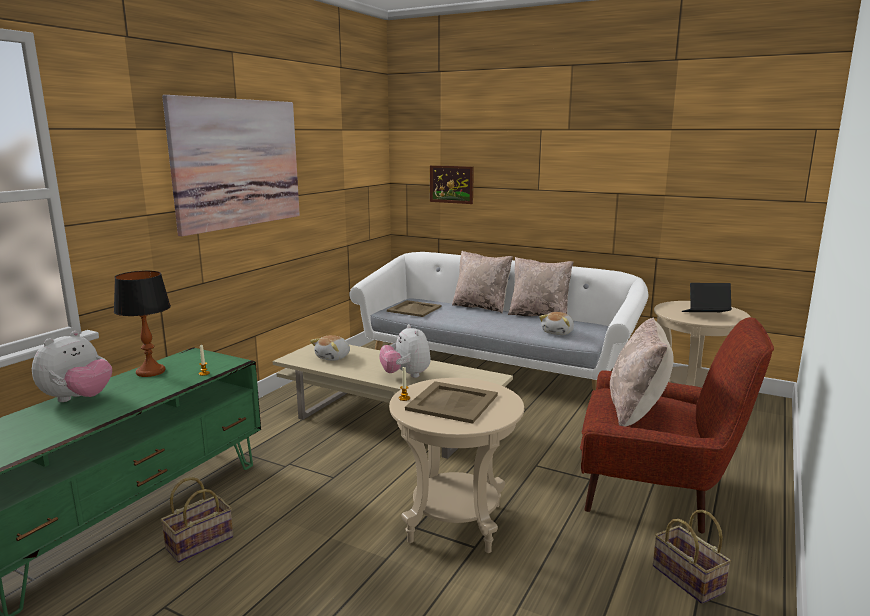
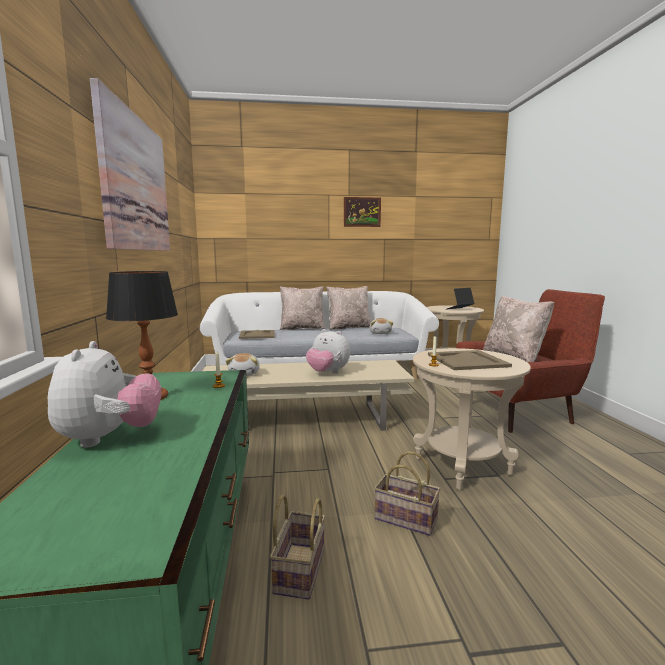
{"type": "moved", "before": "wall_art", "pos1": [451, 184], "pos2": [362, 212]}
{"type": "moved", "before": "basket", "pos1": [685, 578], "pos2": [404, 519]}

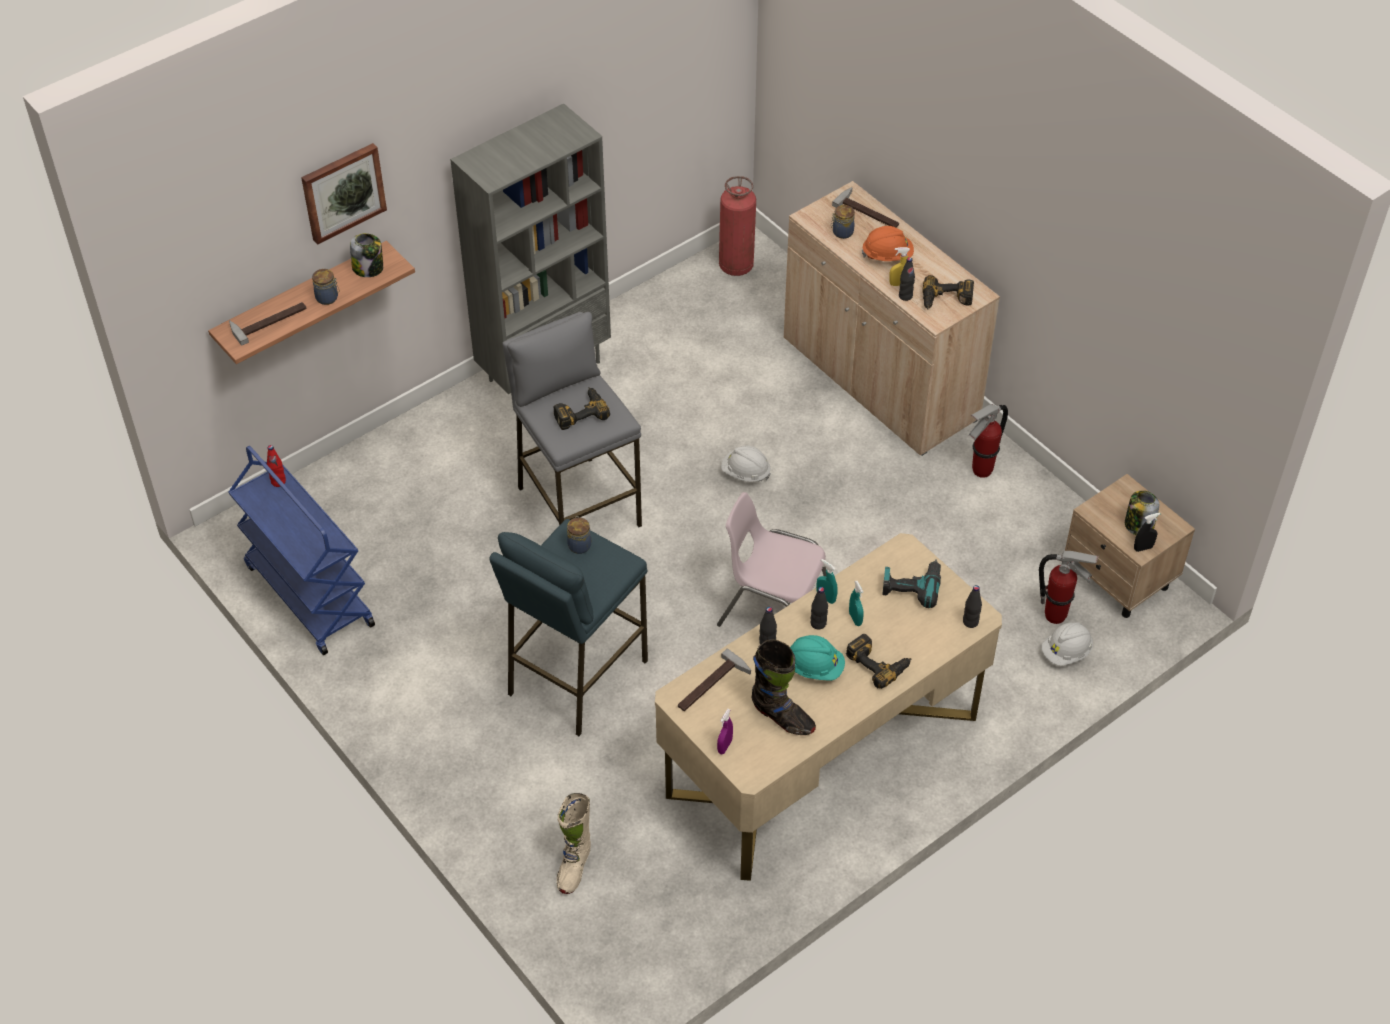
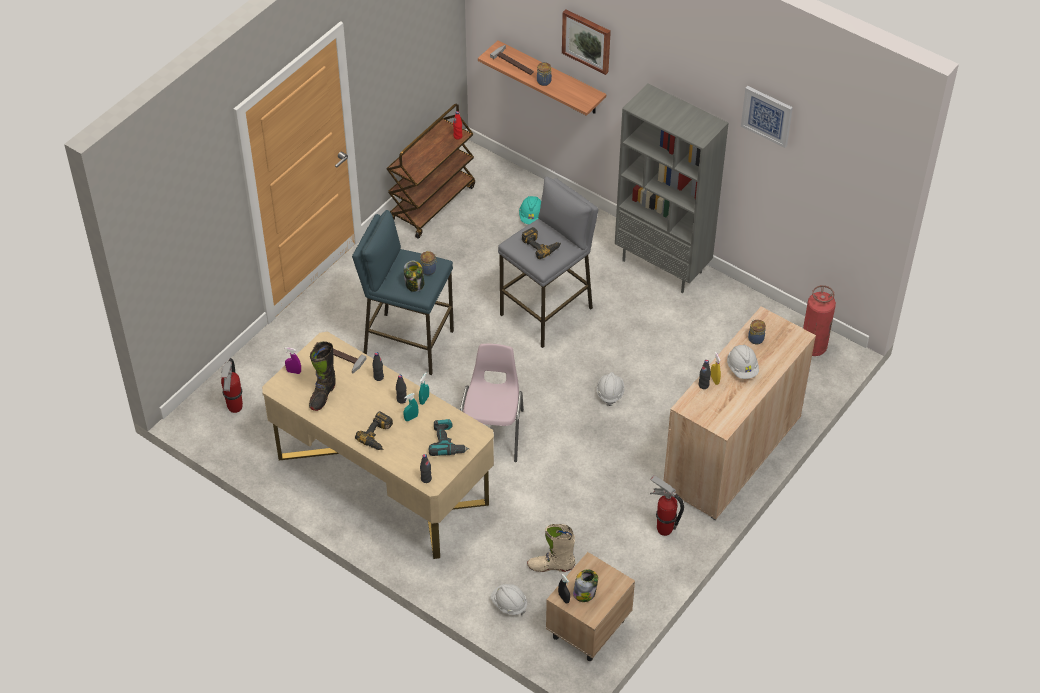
{"type": "recoloured", "before": "bluish_trolley", "after": "brown-coloured_trolley", "pos1": [308, 595], "pos2": [432, 203]}
{"type": "moved", "before": "storage_jar", "pos1": [368, 268], "pos2": [414, 284]}
{"type": "moved", "before": "sand-coloured_tall_boot", "pos1": [574, 866], "pos2": [551, 566]}
{"type": "moved", "before": "turquoise-coloured_hard_hat", "pos1": [814, 667], "pos2": [532, 217]}
{"type": "removed", "before": "hand_hammer", "pos1": [869, 211]}
{"type": "recoloured", "before": "orangey_hard_hat", "after": "white_hard_hat", "pos1": [887, 255], "pos2": [742, 368]}
{"type": "removed", "before": "electric_drill", "pos1": [946, 300]}
{"type": "moved", "before": "fire_extinguisher", "pos1": [1056, 616], "pos2": [235, 408]}
{"type": "added", "after": "wall_art", "pos2": [767, 115]}

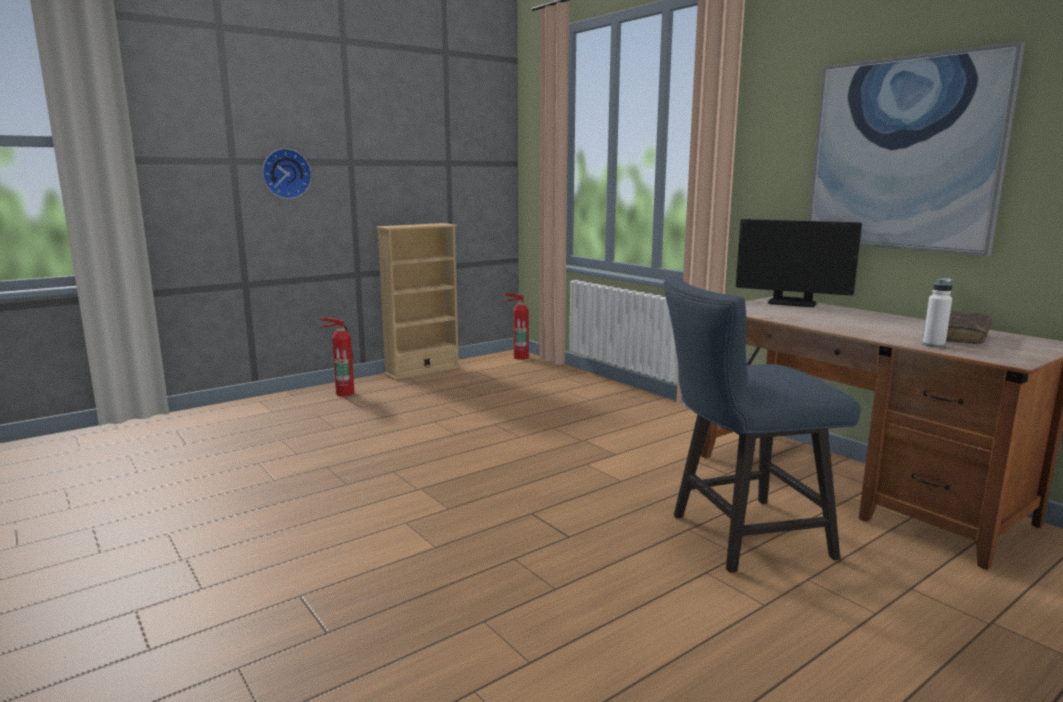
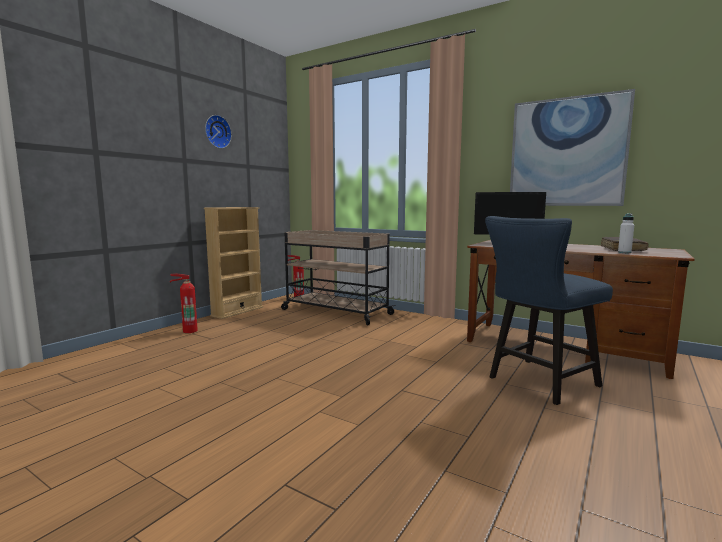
{"type": "moved", "before": "clock_on_the_wall", "pos1": [286, 173], "pos2": [216, 132]}
{"type": "added", "after": "sand-coloured_trolley", "pos2": [335, 312]}

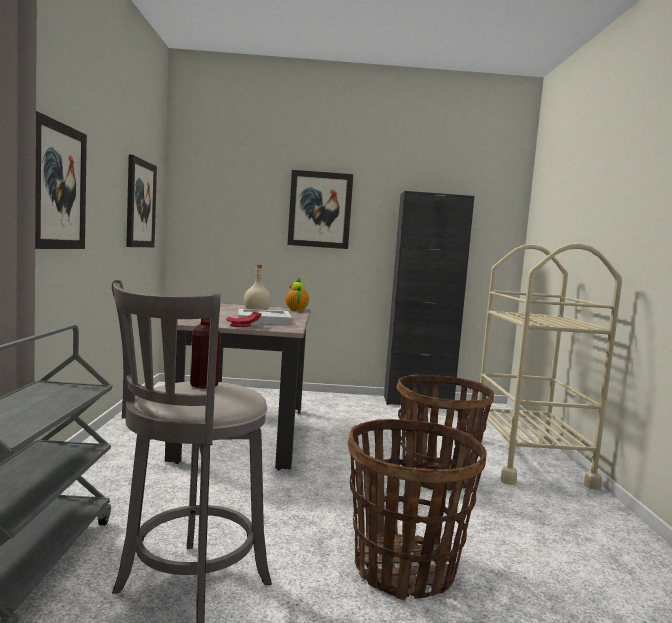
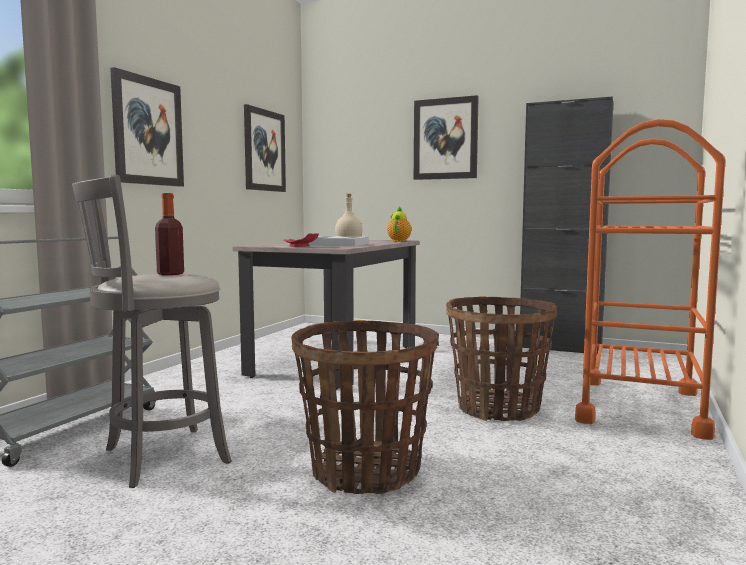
{"type": "recoloured", "before": "sand-coloured_trolley", "after": "orangey_trolley", "pos1": [529, 461], "pos2": [640, 406]}

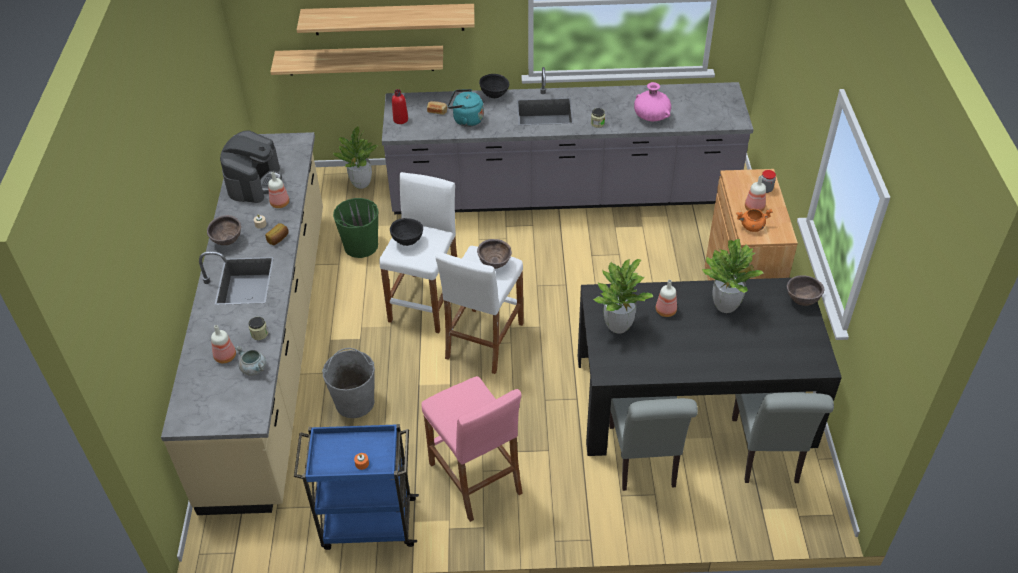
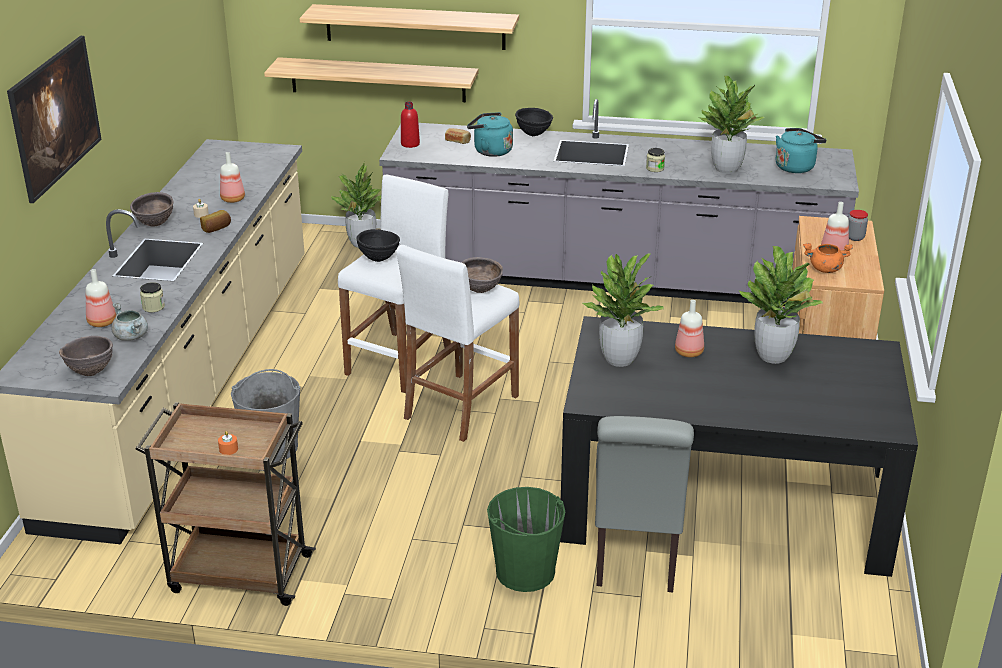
{"type": "removed", "before": "coffee_machine", "pos1": [254, 182]}
{"type": "recoloured", "before": "bluish_trolley", "after": "brown-coloured_trolley", "pos1": [367, 524], "pos2": [238, 573]}
{"type": "moved", "before": "green_bucket", "pos1": [361, 246], "pos2": [525, 572]}
{"type": "removed", "before": "pink-coloured_stool_seat", "pos1": [475, 478]}
{"type": "replaced", "before": "pink-coloured_decorative_vase", "after": "potted_plant", "pos1": [651, 116], "pos2": [727, 169]}
{"type": "removed", "before": "gray_plain_chair", "pos1": [766, 455]}
{"type": "moved", "before": "brown-coloured_serving_bowl", "pos1": [801, 301], "pos2": [91, 372]}
{"type": "added", "after": "wall_art", "pos2": [60, 143]}
{"type": "added", "after": "turquoise-coloured_water_kettle", "pos2": [796, 167]}

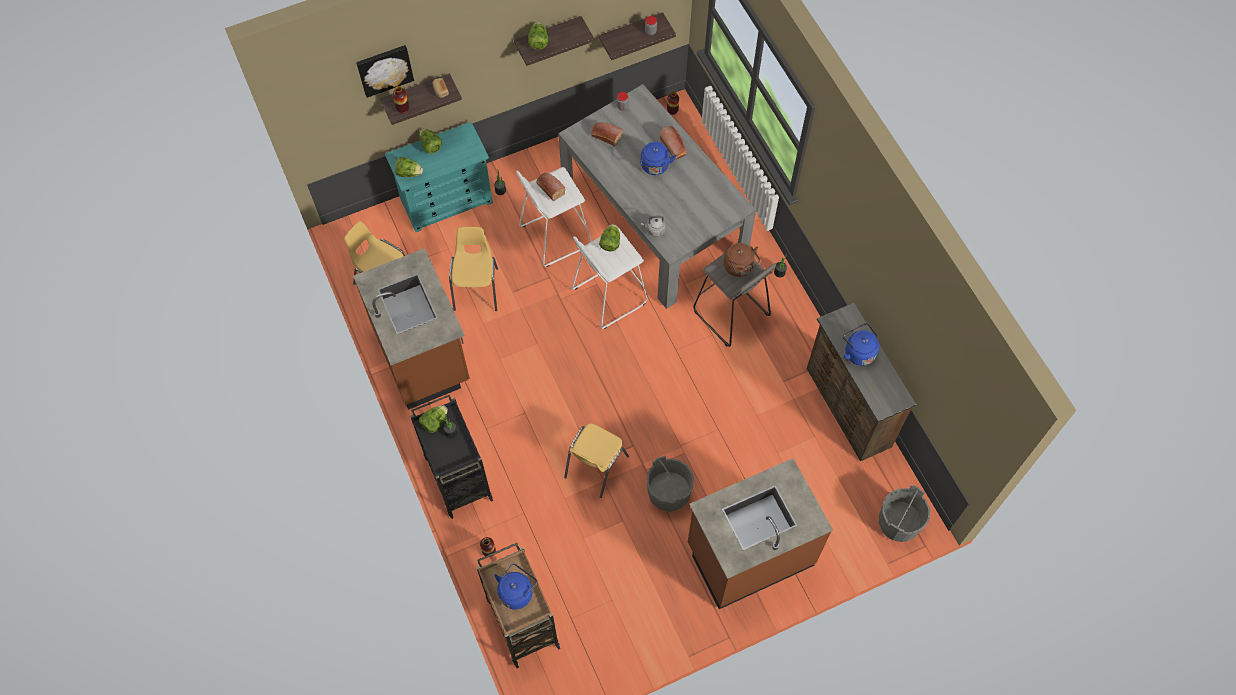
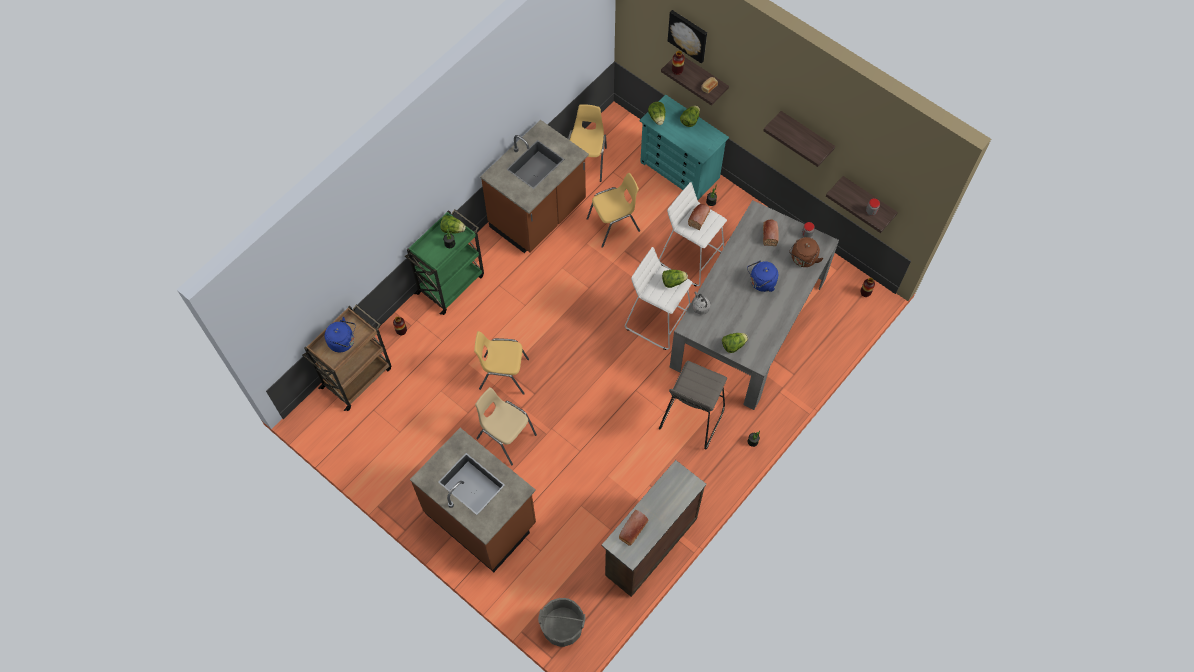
{"type": "recoloured", "before": "black-coloured_trolley", "after": "green_trolley", "pos1": [457, 476], "pos2": [451, 283]}
{"type": "moved", "before": "lettuce_head", "pos1": [538, 42], "pos2": [733, 345]}
{"type": "replaced", "before": "gray_bucket", "after": "sand-coloured_plain_chair", "pos1": [668, 493], "pos2": [505, 436]}
{"type": "moved", "before": "bread", "pos1": [673, 147], "pos2": [632, 531]}
{"type": "moved", "before": "brown-coloured_water_kettle", "pos1": [739, 267], "pos2": [803, 259]}
{"type": "removed", "before": "bluish_water_kettle", "pos1": [858, 352]}

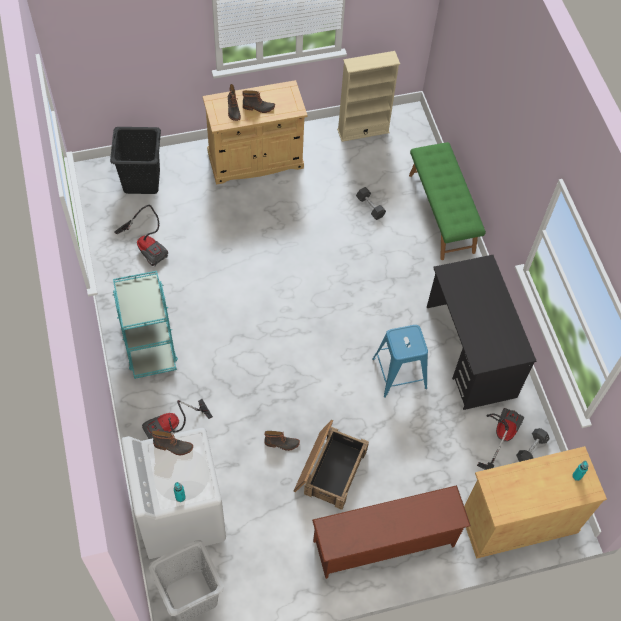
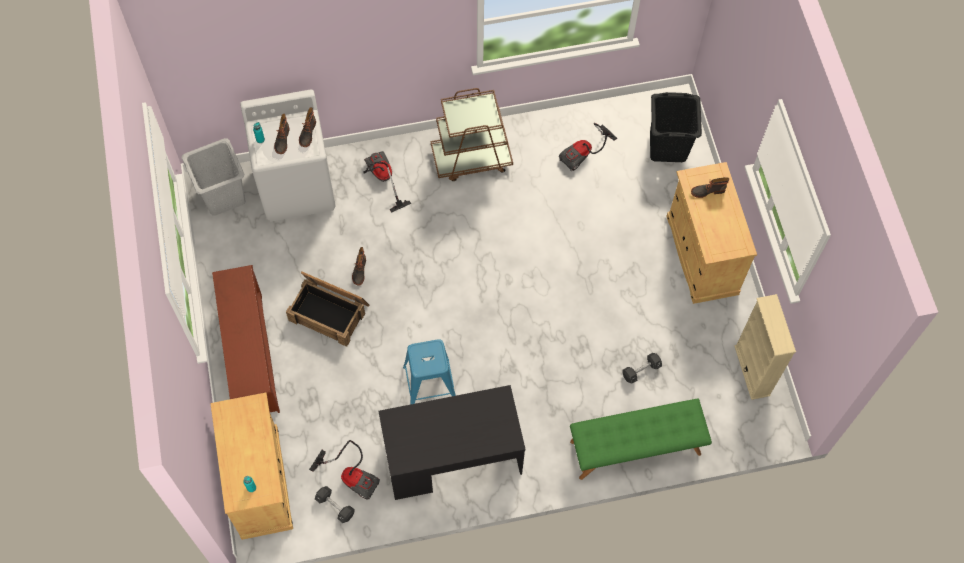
{"type": "recoloured", "before": "turquoise-coloured_trolley", "after": "brown-coloured_trolley", "pos1": [149, 344], "pos2": [472, 158]}
{"type": "moved", "before": "tall_boot", "pos1": [258, 108], "pos2": [282, 140]}

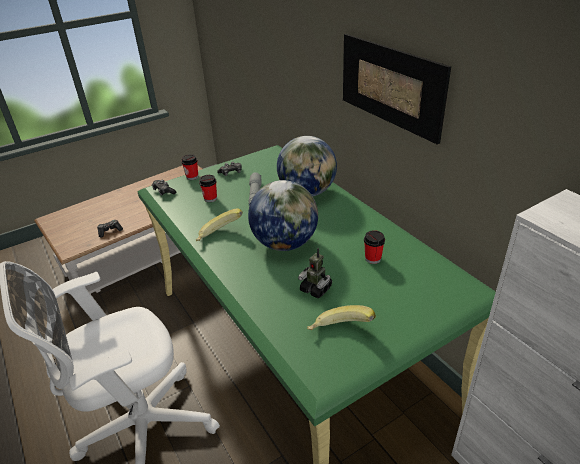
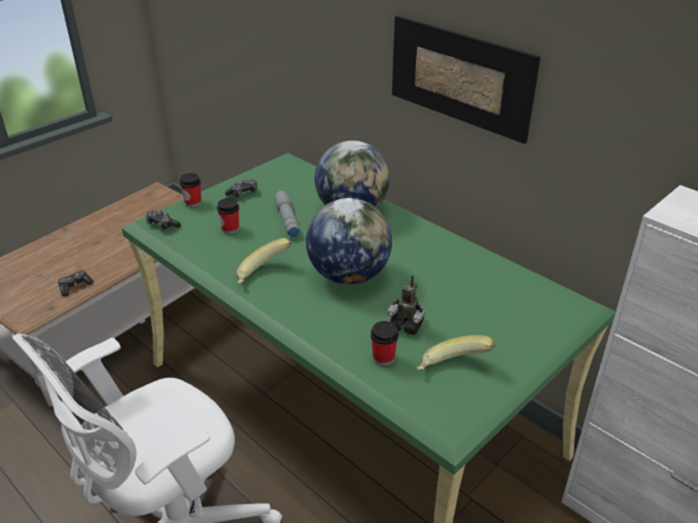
{"type": "moved", "before": "cup", "pos1": [373, 258], "pos2": [383, 358]}

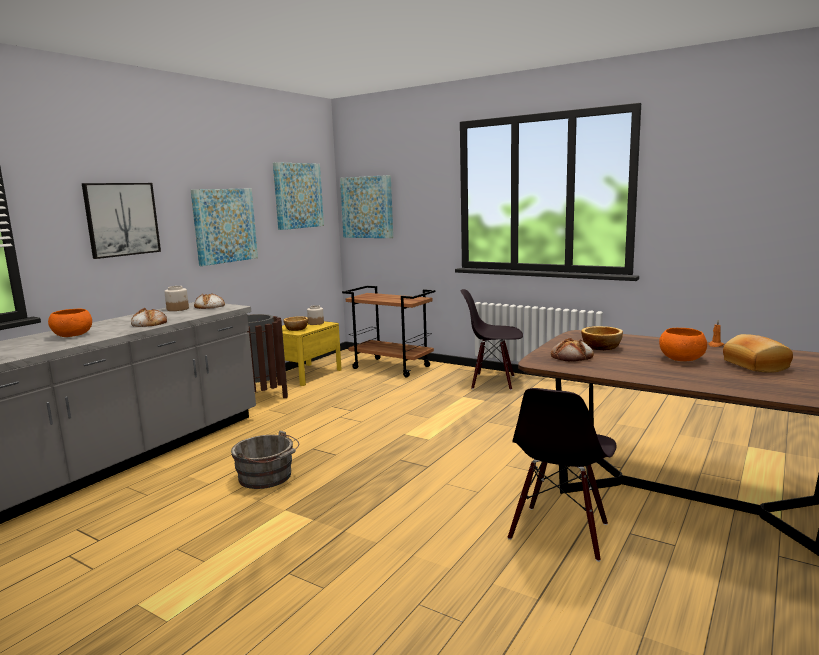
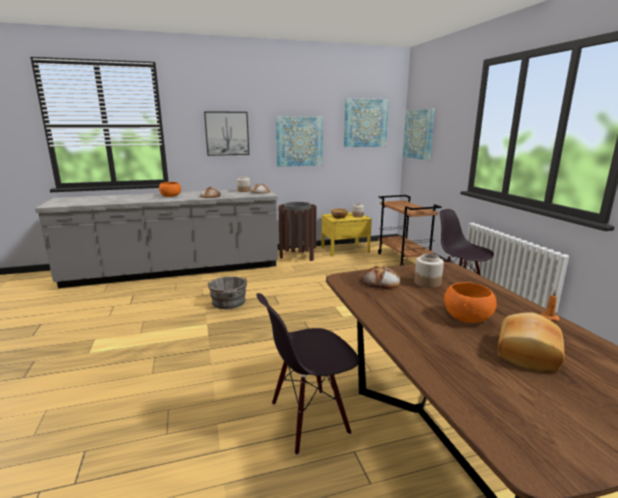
{"type": "replaced", "before": "serving_bowl", "after": "storage_jar", "pos1": [601, 347], "pos2": [428, 283]}

